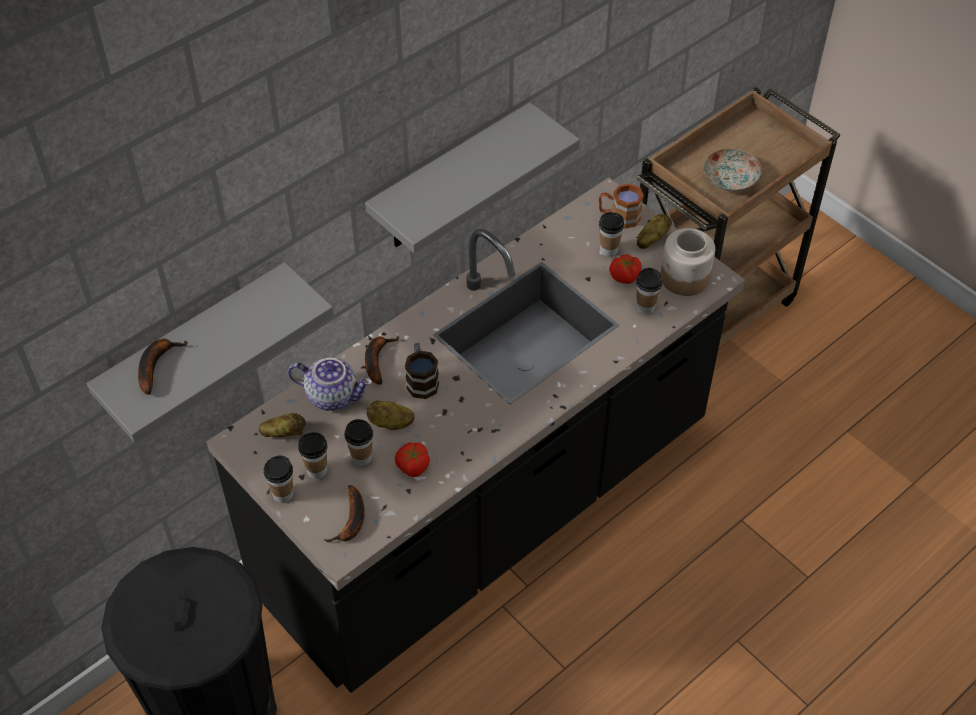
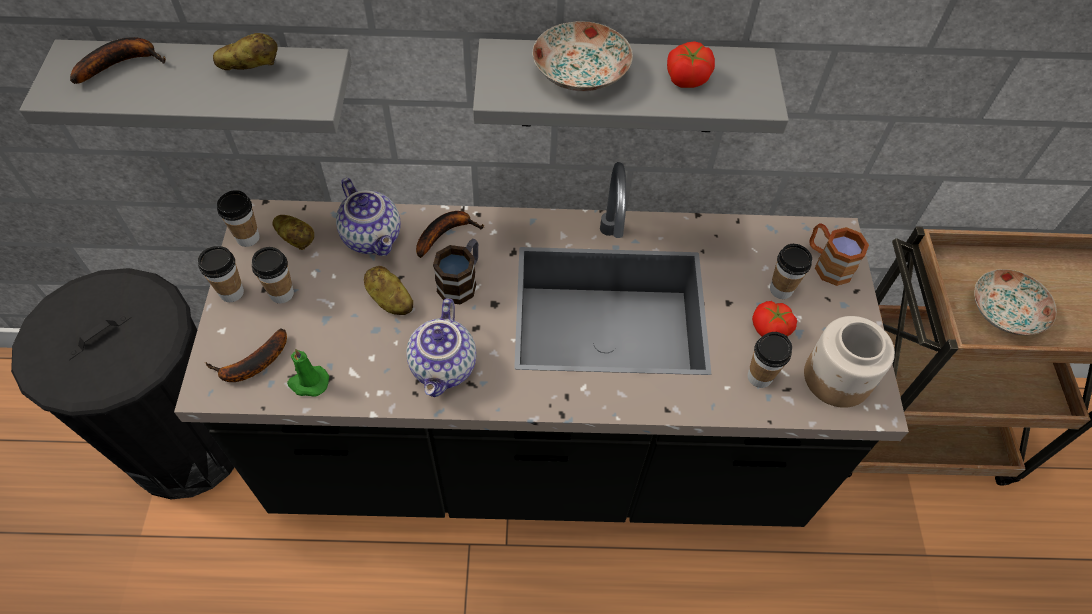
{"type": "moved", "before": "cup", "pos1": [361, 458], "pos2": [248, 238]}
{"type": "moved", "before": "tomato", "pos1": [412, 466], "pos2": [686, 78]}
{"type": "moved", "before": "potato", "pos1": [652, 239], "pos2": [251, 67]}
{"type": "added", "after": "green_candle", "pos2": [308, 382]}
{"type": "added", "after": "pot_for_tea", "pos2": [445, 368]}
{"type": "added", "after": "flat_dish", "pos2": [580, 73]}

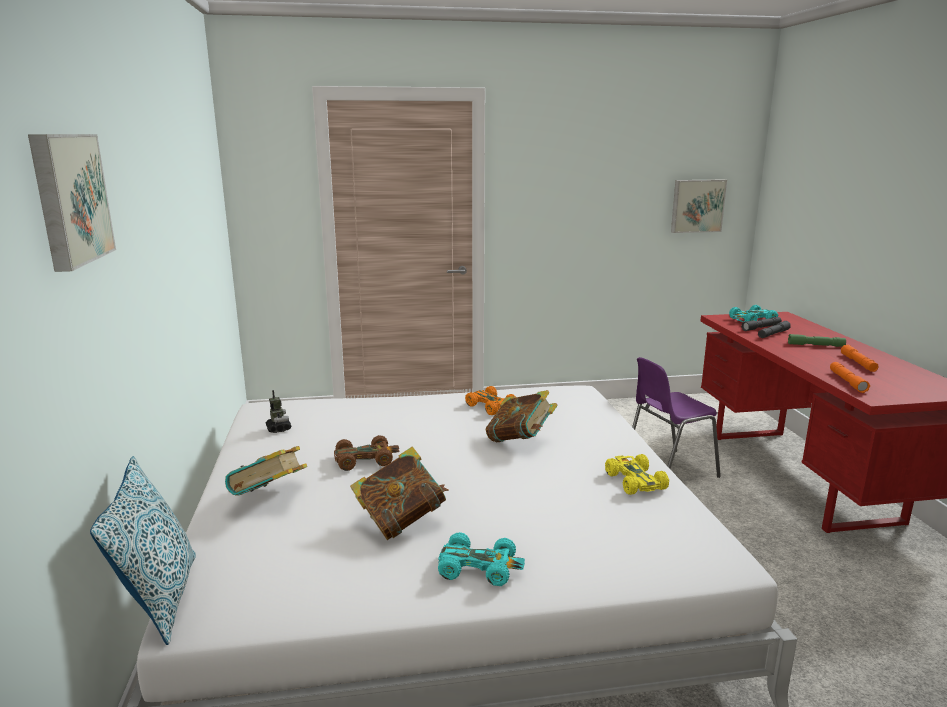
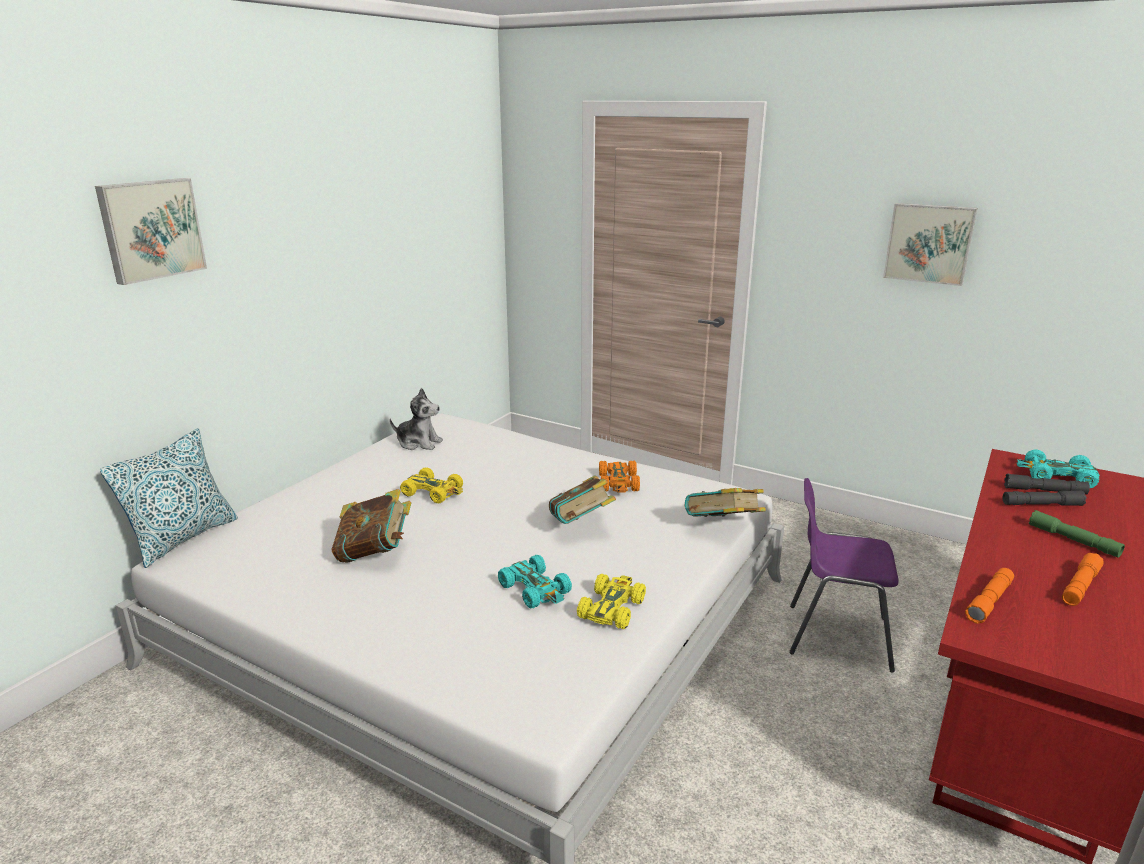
{"type": "moved", "before": "volume", "pos1": [270, 498], "pos2": [723, 528]}
{"type": "replaced", "before": "robot_figure", "after": "soft_toy", "pos1": [278, 429], "pos2": [419, 443]}
{"type": "recoloured", "before": "brown-coloured_miniature_car", "after": "yellow_miniature_car", "pos1": [365, 460], "pos2": [433, 492]}
{"type": "moved", "before": "turquoise-coloured_miniature_car", "pos1": [479, 568], "pos2": [535, 589]}
{"type": "moved", "before": "wall_art", "pos1": [697, 206], "pos2": [929, 243]}

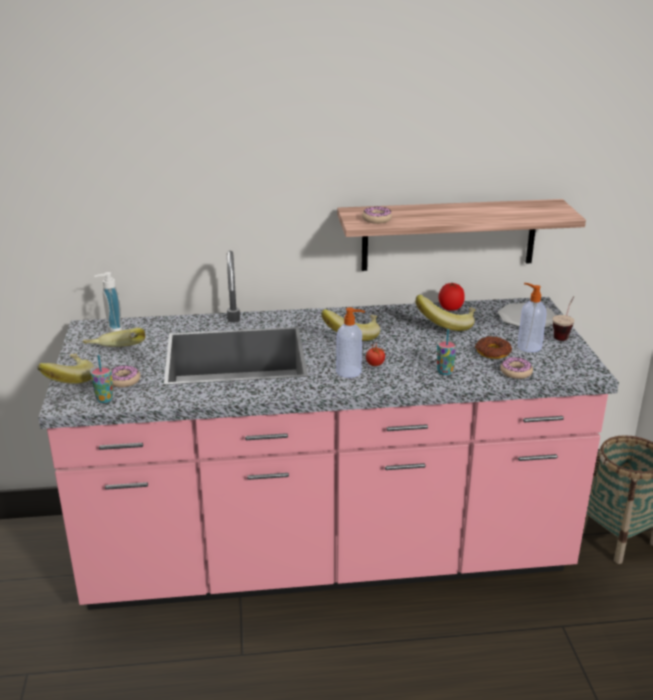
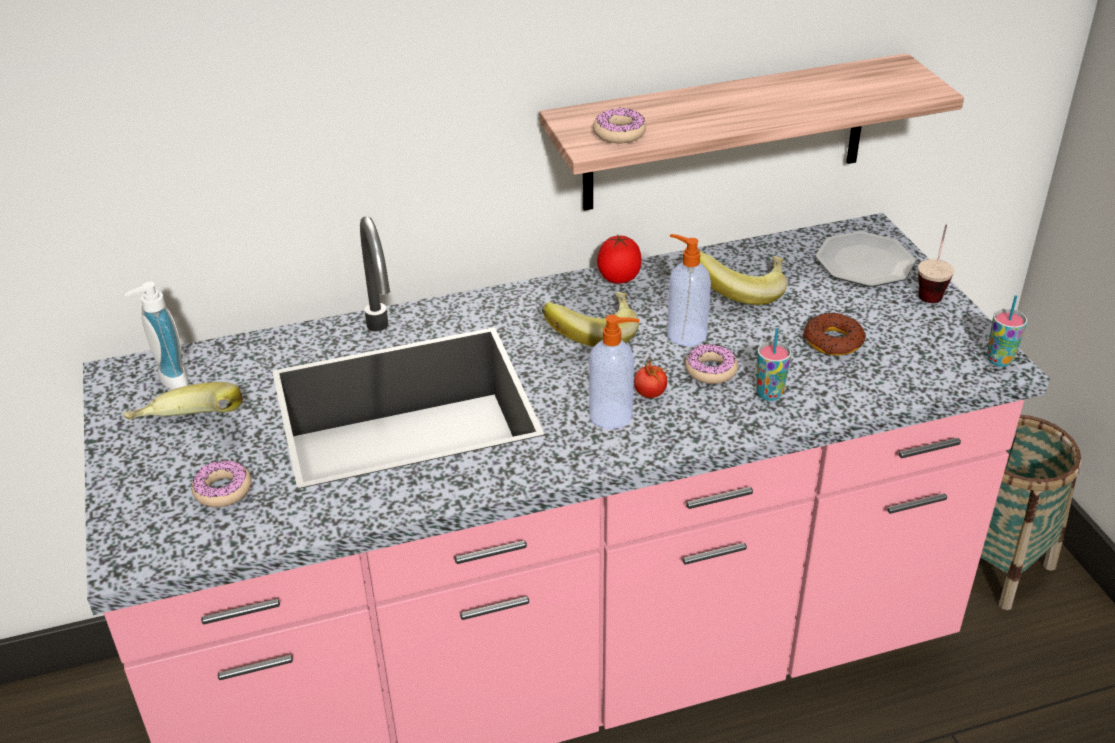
{"type": "removed", "before": "banana_fruit", "pos1": [67, 382]}
{"type": "moved", "before": "cup", "pos1": [104, 399], "pos2": [999, 360]}
{"type": "moved", "before": "tomato", "pos1": [450, 309], "pos2": [618, 279]}
{"type": "moved", "before": "doughnut", "pos1": [516, 372], "pos2": [711, 370]}
{"type": "moved", "before": "soap_bottle", "pos1": [528, 346], "pos2": [685, 334]}

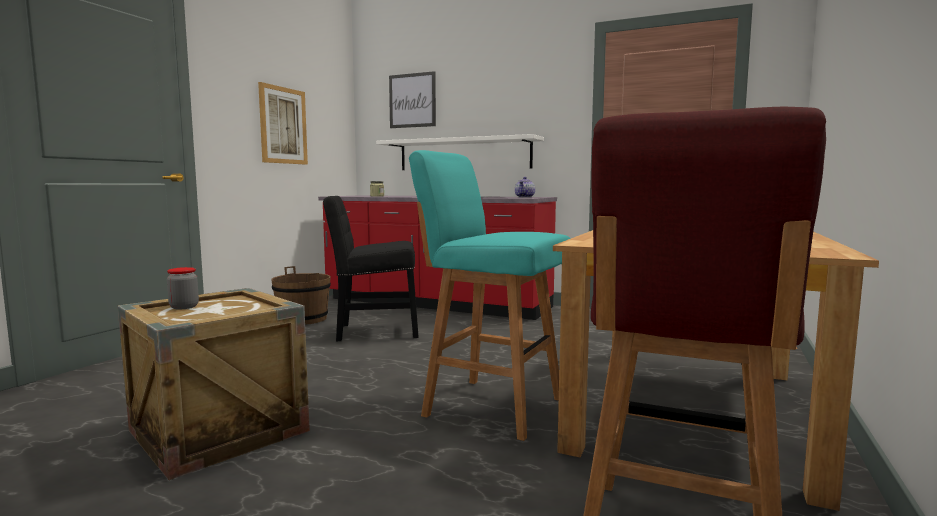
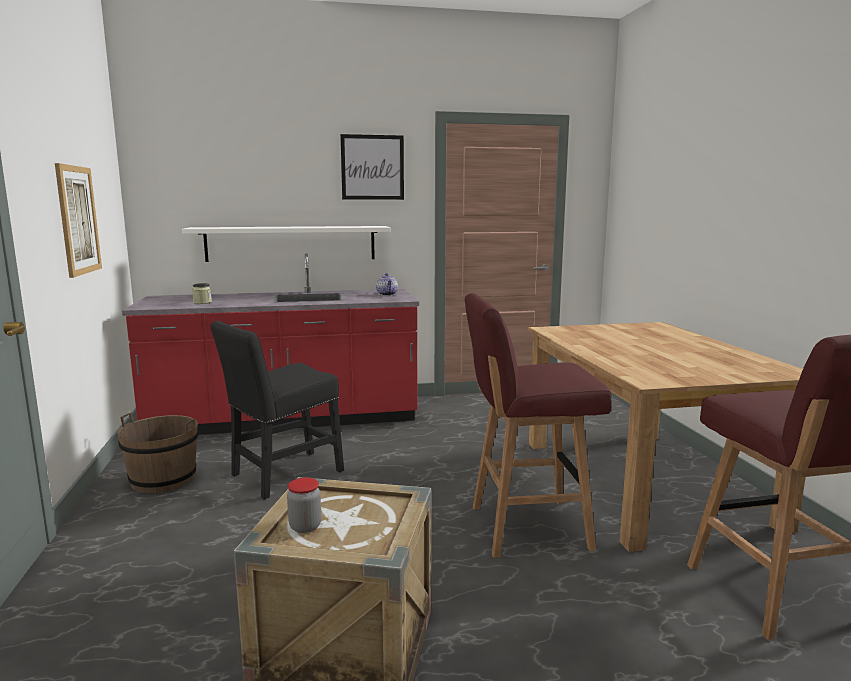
{"type": "moved", "before": "wall_art", "pos1": [412, 100], "pos2": [372, 167]}
{"type": "recoloured", "before": "turquoise-coloured_stool_seat", "after": "red-coloured_stool_seat", "pos1": [491, 406], "pos2": [526, 527]}

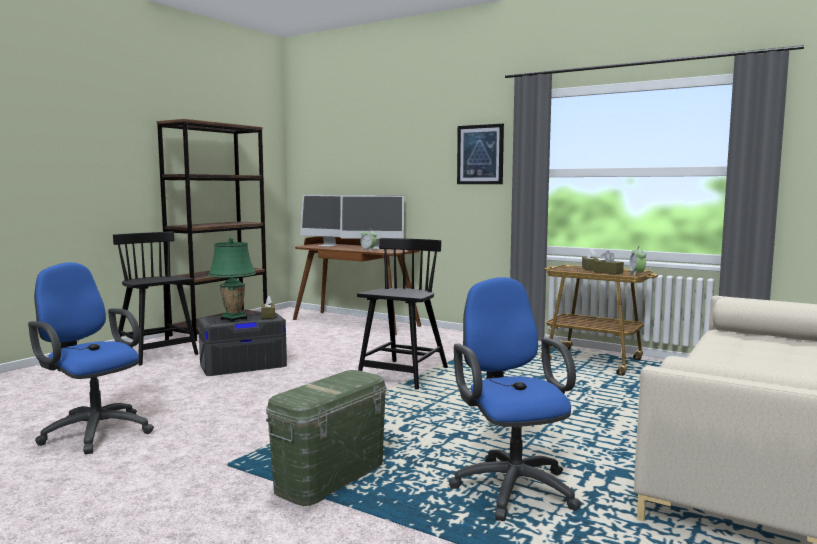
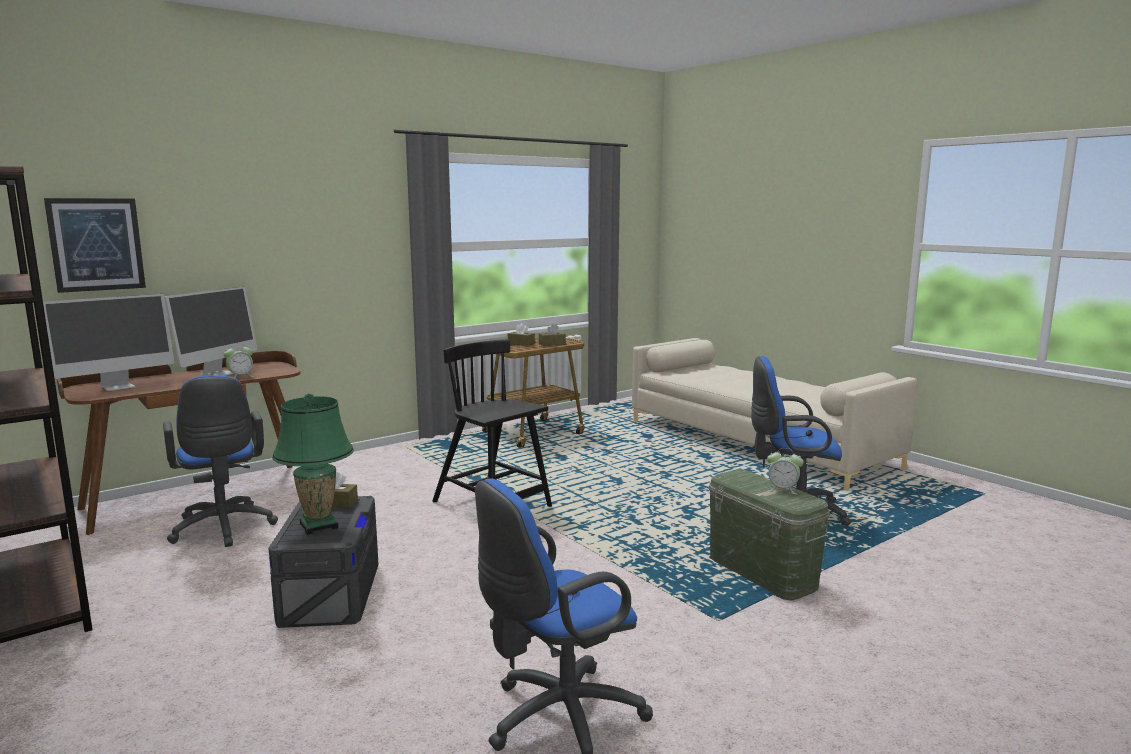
{"type": "removed", "before": "black-coloured_plain_chair", "pos1": [156, 353]}
{"type": "moved", "before": "wall_art", "pos1": [480, 154], "pos2": [96, 244]}
{"type": "moved", "before": "table_clock", "pos1": [637, 274], "pos2": [783, 489]}
{"type": "added", "after": "bluish_computer_chair", "pos2": [223, 529]}

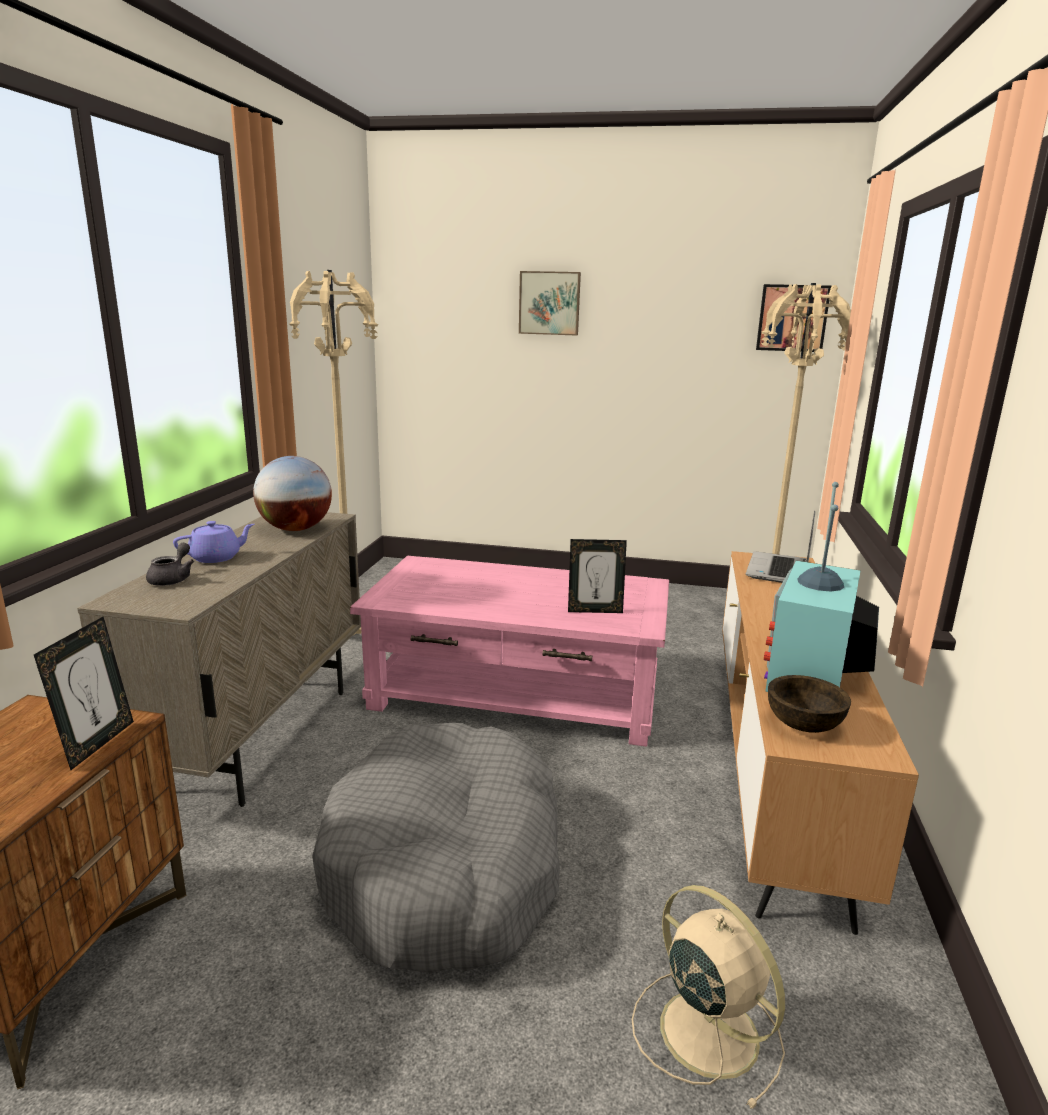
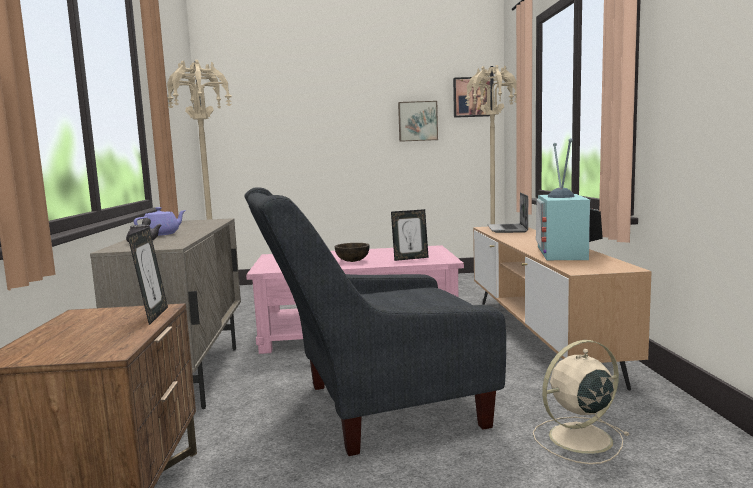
{"type": "removed", "before": "globe", "pos1": [296, 529]}
{"type": "replaced", "before": "gray_pet_bed", "after": "gray_armchair", "pos1": [445, 867], "pos2": [372, 409]}
{"type": "moved", "before": "wall_art", "pos1": [549, 303], "pos2": [417, 121]}
{"type": "turned", "before": "sand-coloured_electric_fan", "pos1": [705, 1029], "pos2": [578, 439], "turn": -60}
{"type": "moved", "before": "brown-coloured_serving_bowl", "pos1": [803, 724], "pos2": [352, 261]}

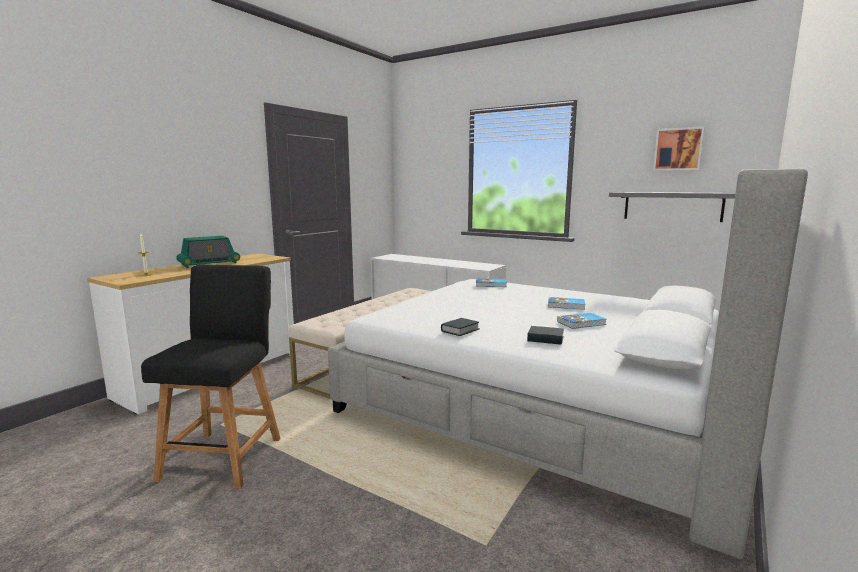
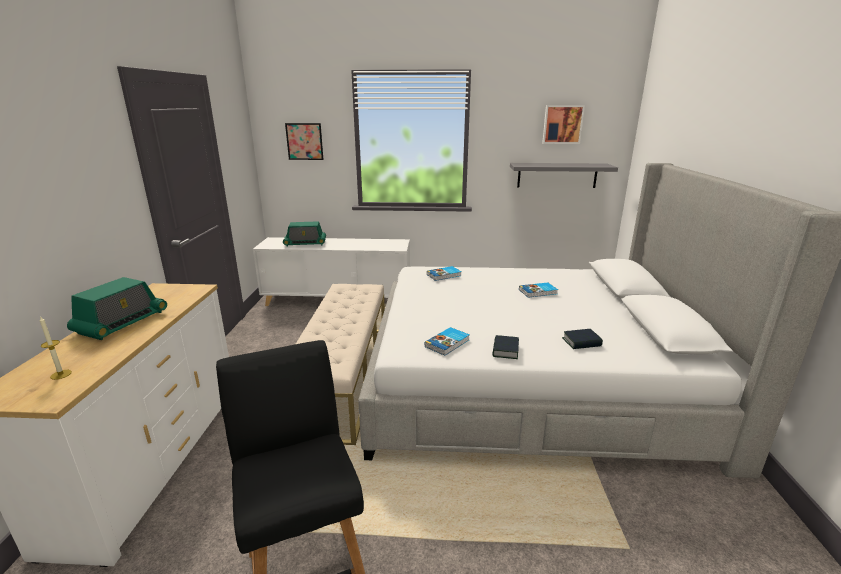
{"type": "moved", "before": "volume", "pos1": [582, 323], "pos2": [448, 343]}
{"type": "added", "after": "radio_set", "pos2": [305, 243]}
{"type": "added", "after": "wall_art", "pos2": [304, 141]}

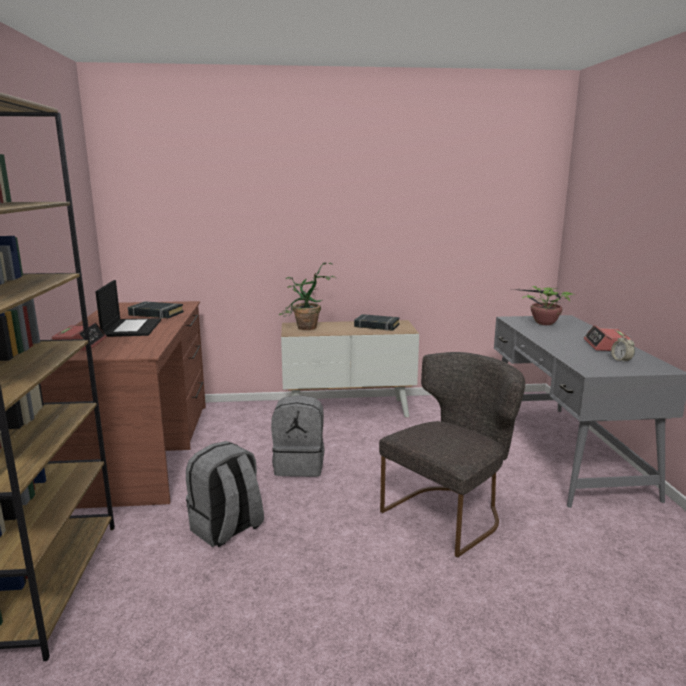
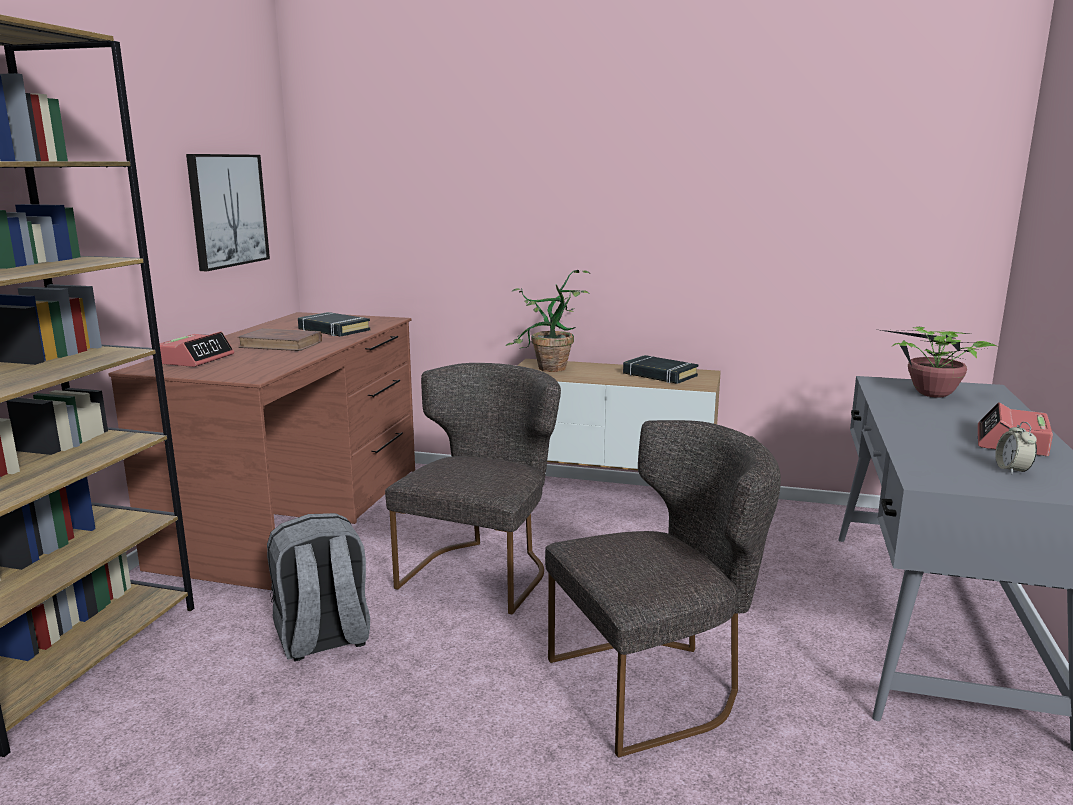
{"type": "replaced", "before": "notebook_computer", "after": "brown-coloured_volume", "pos1": [132, 328], "pos2": [281, 344]}
{"type": "replaced", "before": "gray_backpack", "after": "gray_plain_chair", "pos1": [300, 465], "pos2": [482, 570]}
{"type": "added", "after": "wall_art", "pos2": [227, 210]}

